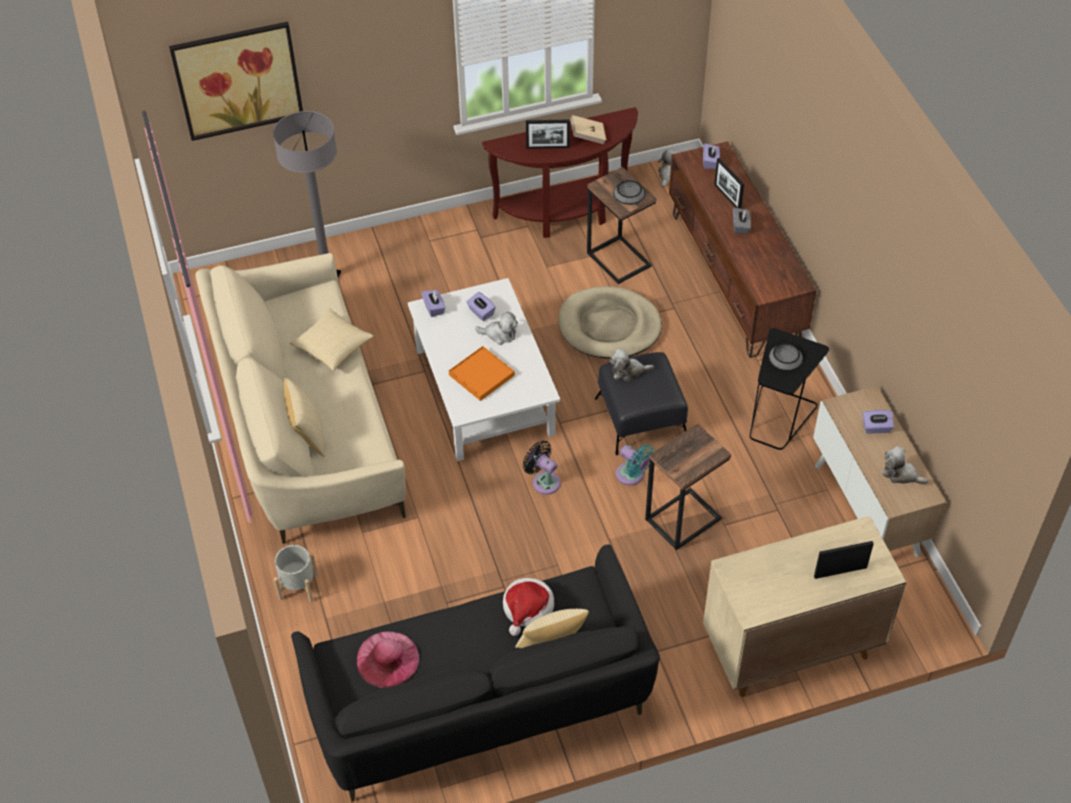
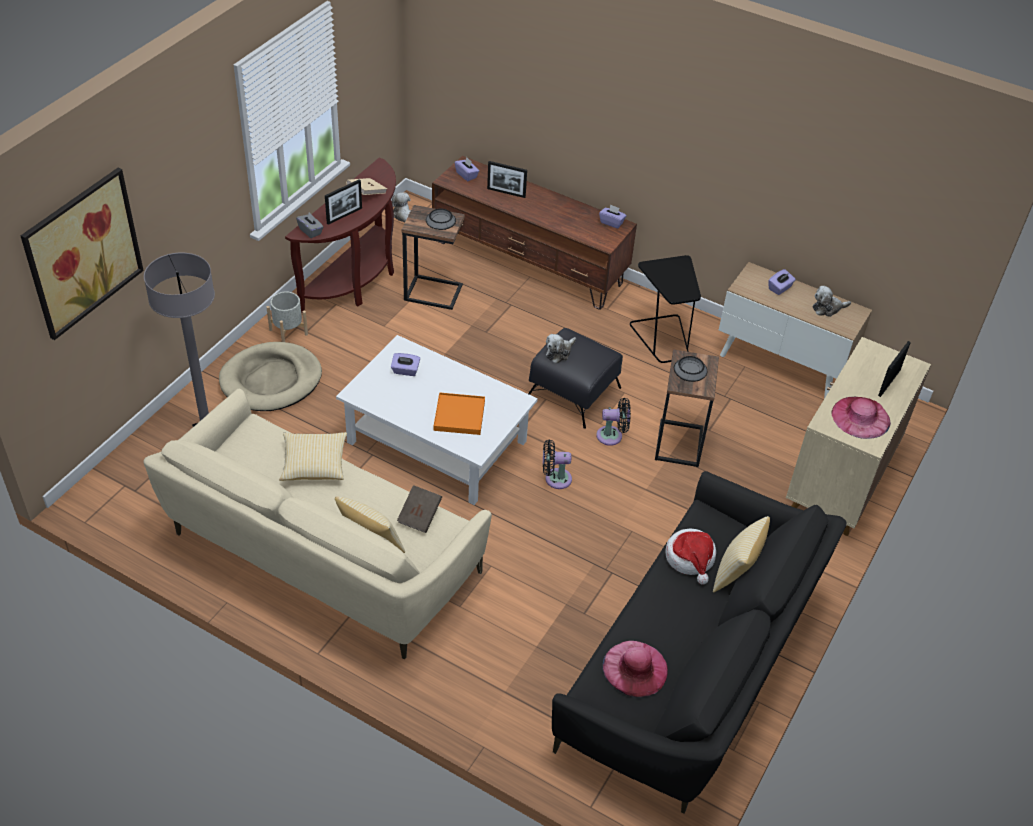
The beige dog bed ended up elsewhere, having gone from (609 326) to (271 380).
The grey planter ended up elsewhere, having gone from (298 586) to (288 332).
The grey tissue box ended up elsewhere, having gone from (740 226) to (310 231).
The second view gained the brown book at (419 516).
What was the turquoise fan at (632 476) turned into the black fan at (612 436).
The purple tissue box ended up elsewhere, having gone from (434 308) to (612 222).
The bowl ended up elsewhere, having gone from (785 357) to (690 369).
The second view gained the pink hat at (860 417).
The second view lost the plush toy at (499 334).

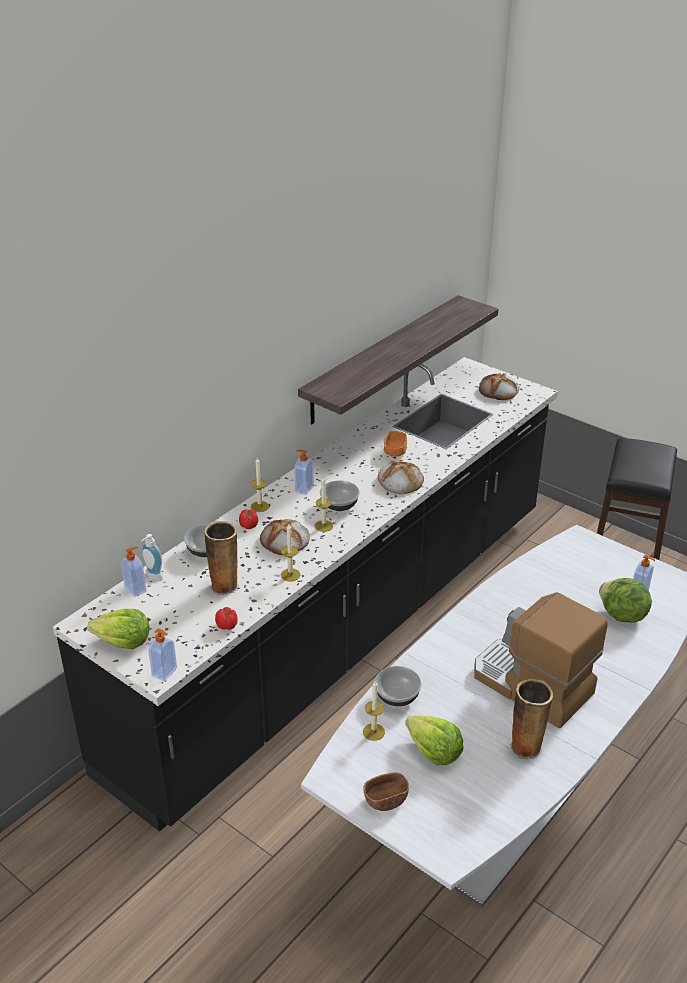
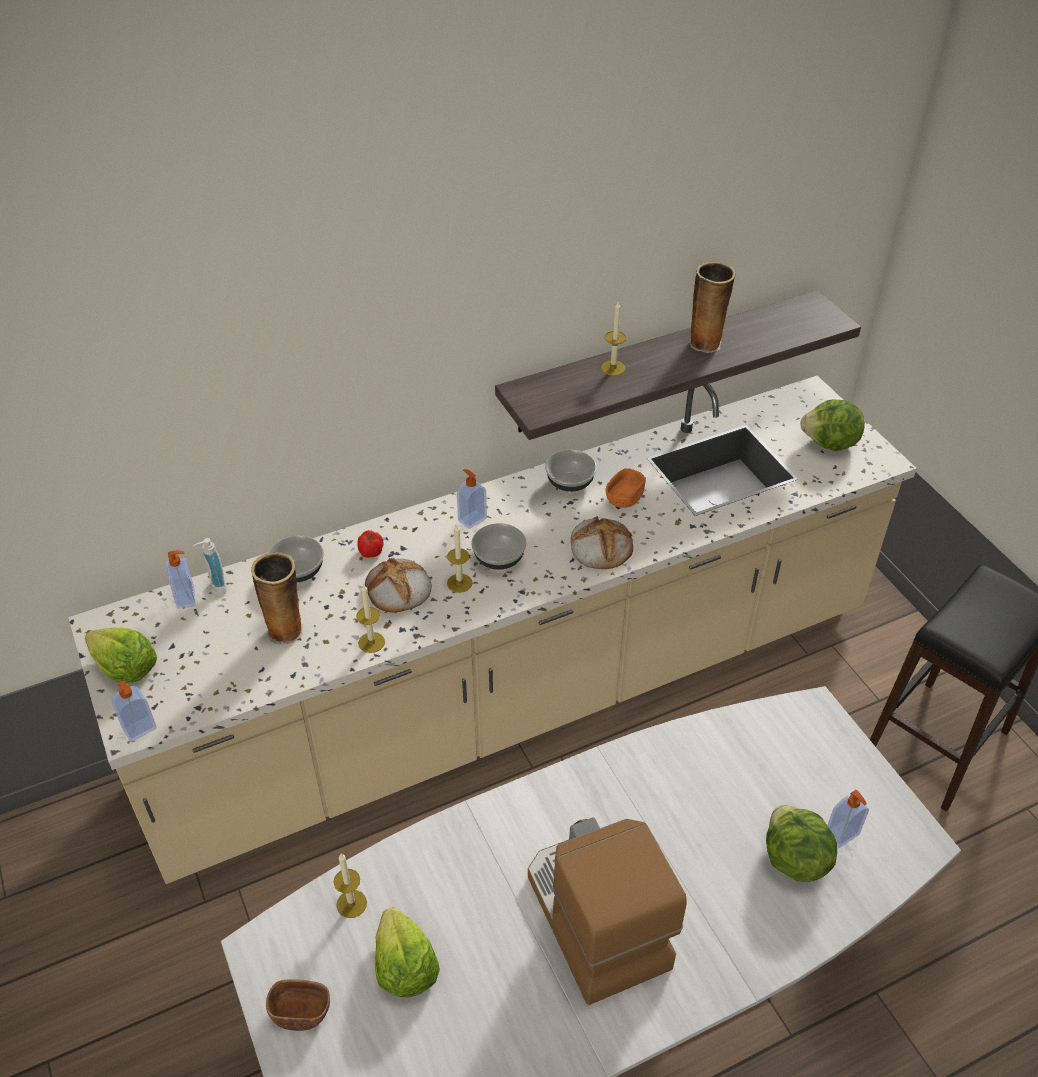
What was the black counter at (343 632) turned into the beige counter at (519 697).
The bowl ended up elsewhere, having gone from (397 696) to (570 482).
The candle ended up elsewhere, having gone from (260 506) to (613 368).
The vase ended up elsewhere, having gone from (526 746) to (706 343).
Where the bread stood at (499 391), the lettuce came to stand at (830 444).
The second view lost the tomato at (227 626).

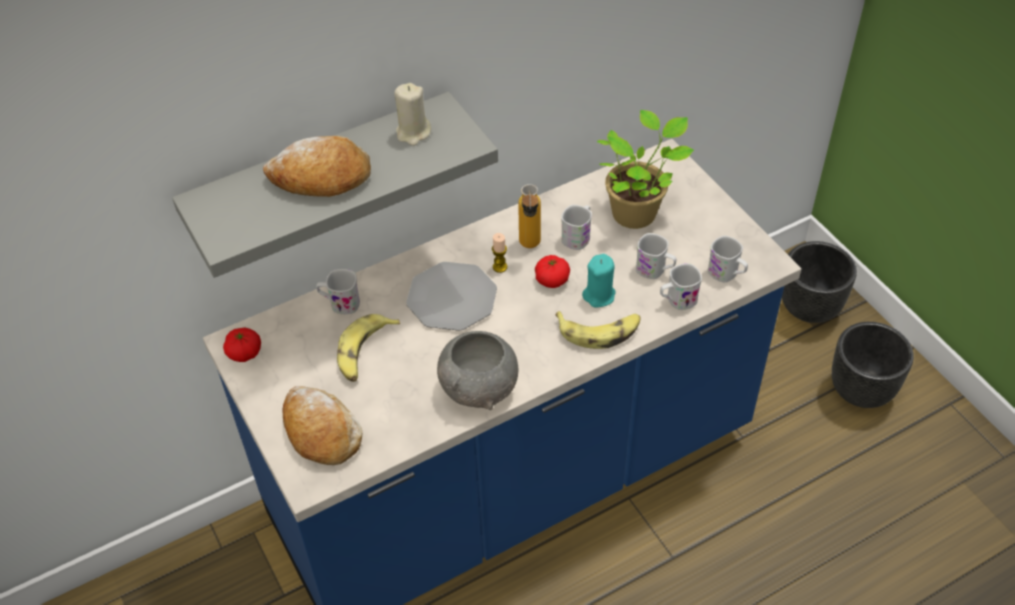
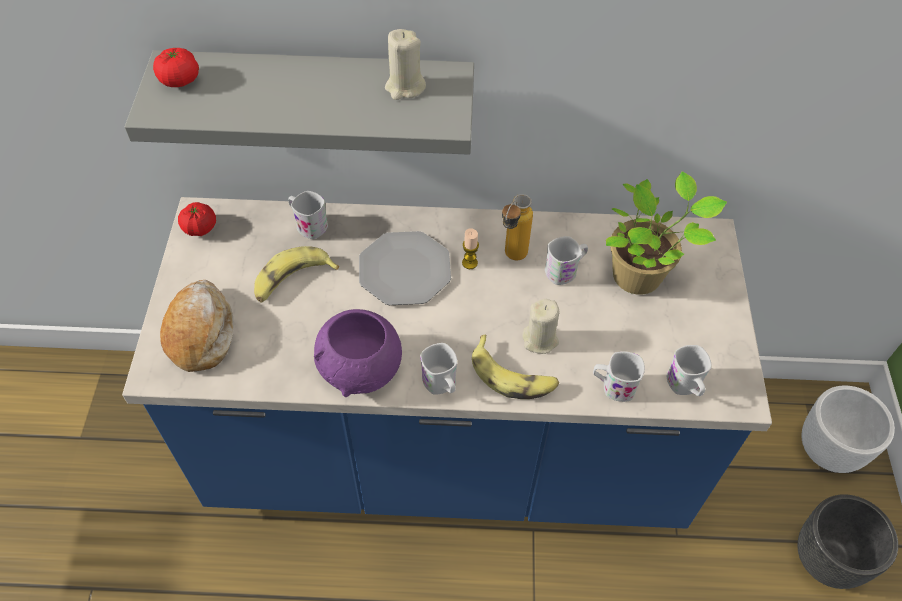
The tomato ended up elsewhere, having gone from (552 280) to (180 80).
What was the grey bowl at (479 387) turned into the purple bowl at (361 368).
The white mug ended up elsewhere, having gone from (655 270) to (441 385).
What was the turquoise candle at (599 295) turned into the beige candle at (540 339).
What was the black planter at (808 307) turned into the white planter at (828 448).
The second view lost the bread at (321 178).

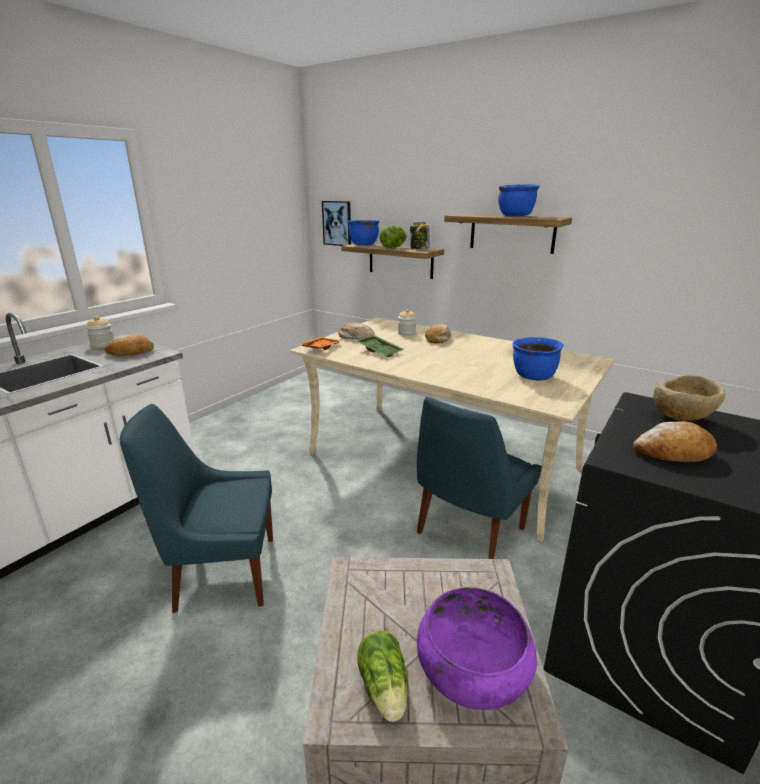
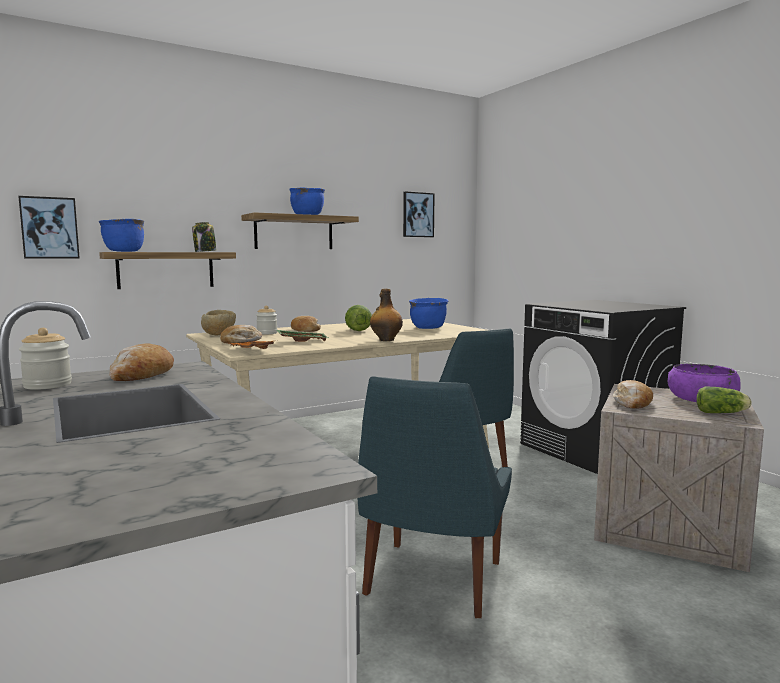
The beige bowl ended up elsewhere, having gone from (681 419) to (219 335).
The lettuce ended up elsewhere, having gone from (393 247) to (357 330).
The second view gained the bottle at (386 340).
The second view gained the picture at (418 215).
The bread ended up elsewhere, having gone from (673 452) to (632 403).

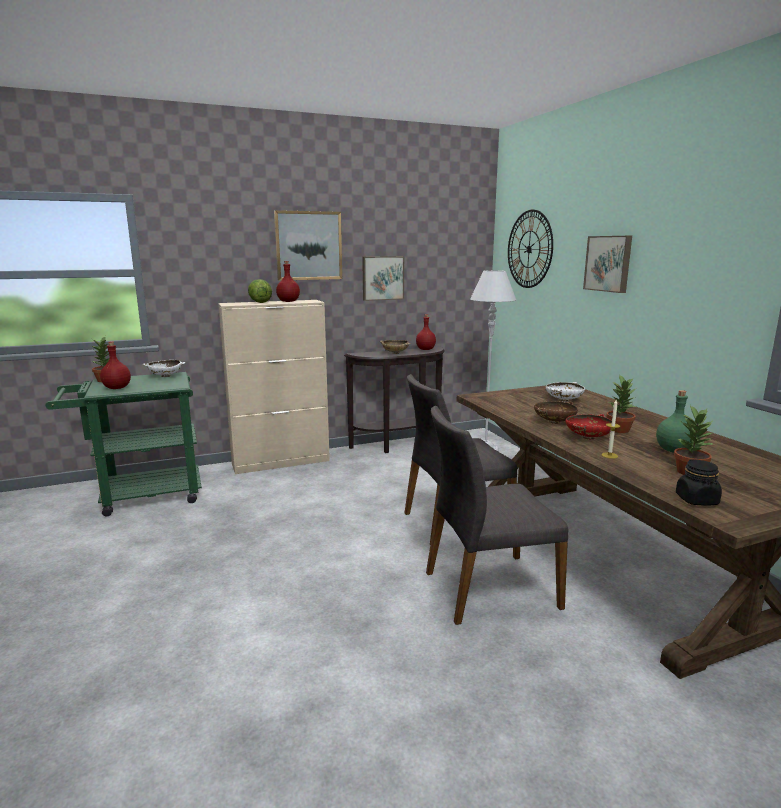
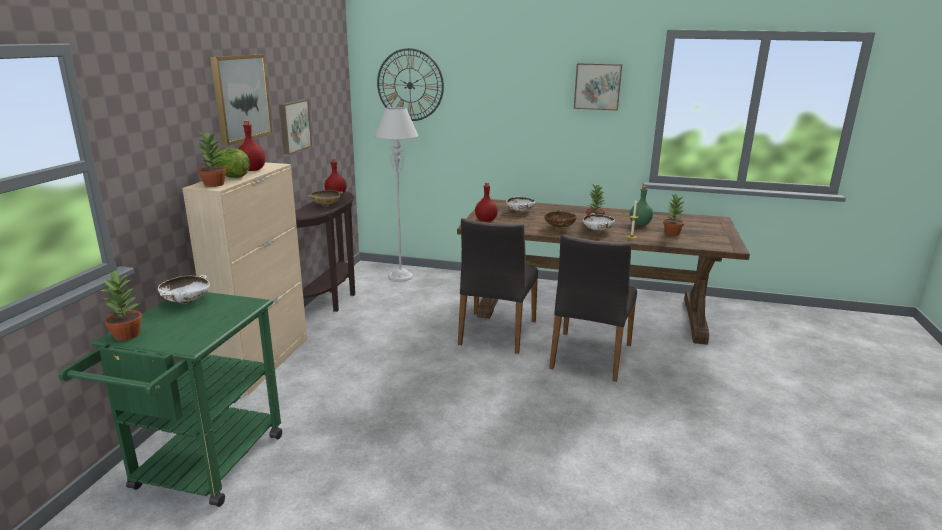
The second view gained the potted plant at (214 184).
The red bottle ended up elsewhere, having gone from (117 388) to (486 220).
The picture ended up elsewhere, having gone from (609 263) to (597 86).
What was the red bowl at (588 437) turned into the white bowl at (597 230).
The second view lost the black jar at (697 500).

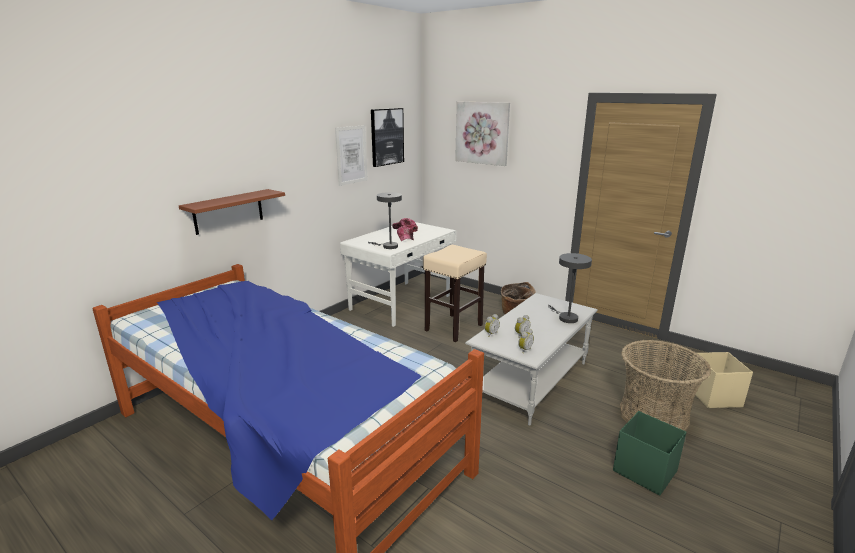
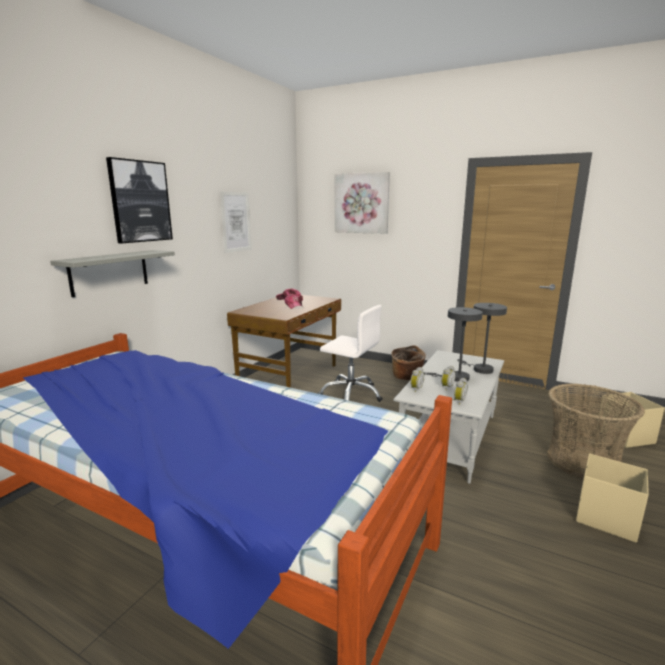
What was the brown shelf at (228 211) turned into the grey shelf at (109 272).
The picture ended up elsewhere, having gone from (386 136) to (140 201).
What was the white desk at (402 302) turned into the brown desk at (290 375).
Where the beige stool stood at (453 328), the white office chair came to stand at (351 394).
The grey table lamp ended up elsewhere, having gone from (388 246) to (455 378).
What was the green storage box at (644 470) turned into the beige storage box at (605 517).

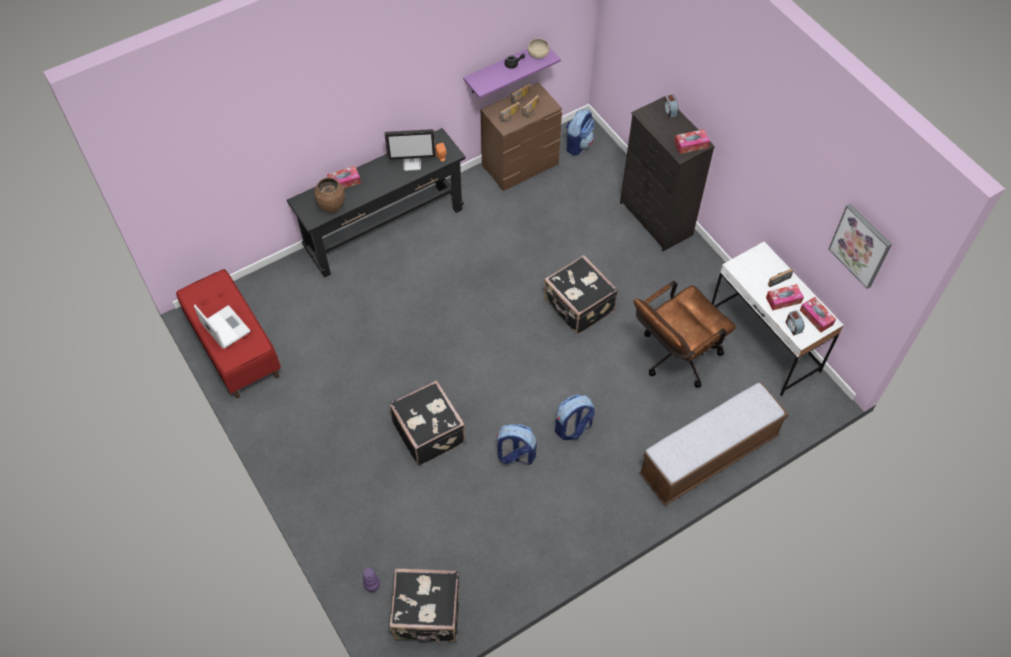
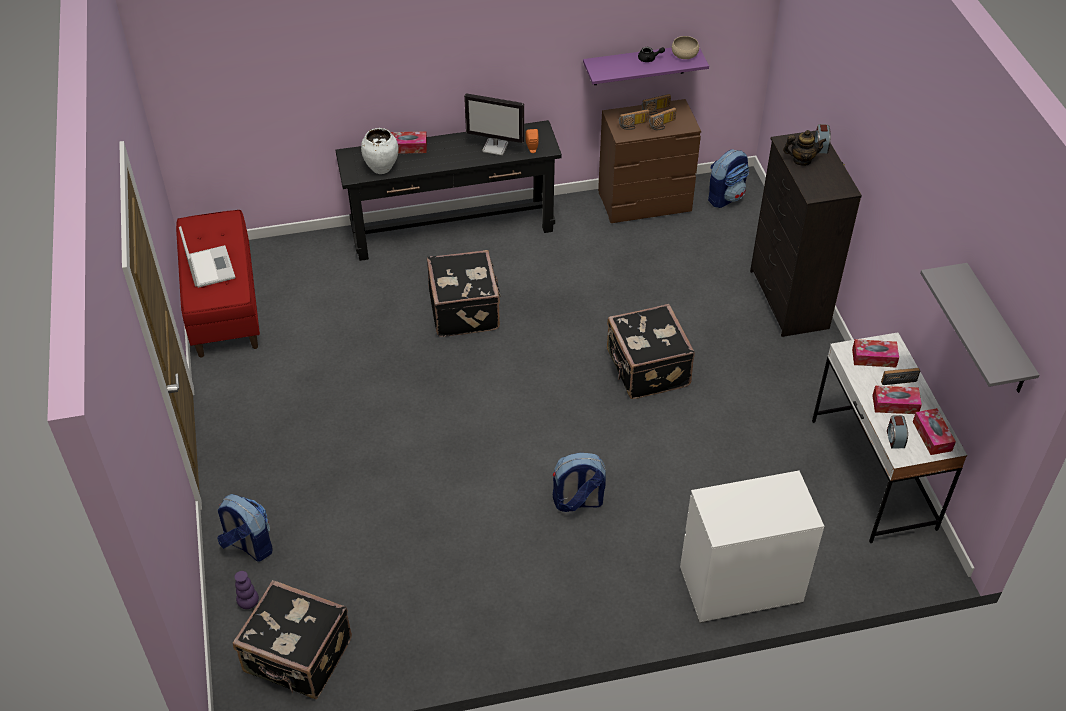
The backpack ended up elsewhere, having gone from (515 455) to (248 545).
What was the brown vase at (331 207) turned into the white vase at (381 168).
The black suitcase ended up elsewhere, having gone from (429 432) to (465 310).
Where the bench stood at (708 456), the white dresser came to stand at (739 586).
The second view gained the teapot at (801 160).
The tissue box ended up elsewhere, having gone from (691 145) to (874 358).
Where the picture hung at (860 245), the grey shelf came to hang at (996 331).
The second view lost the brown office chair at (674 357).

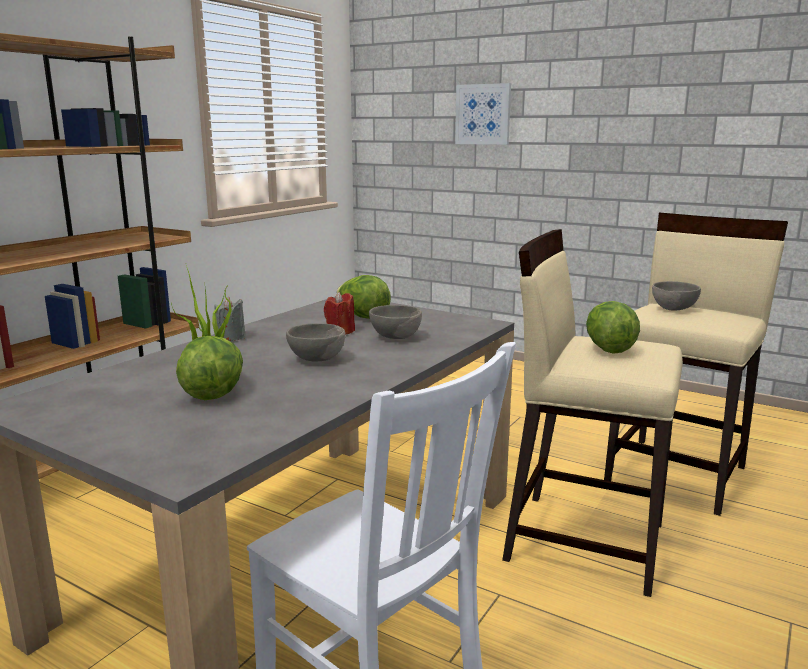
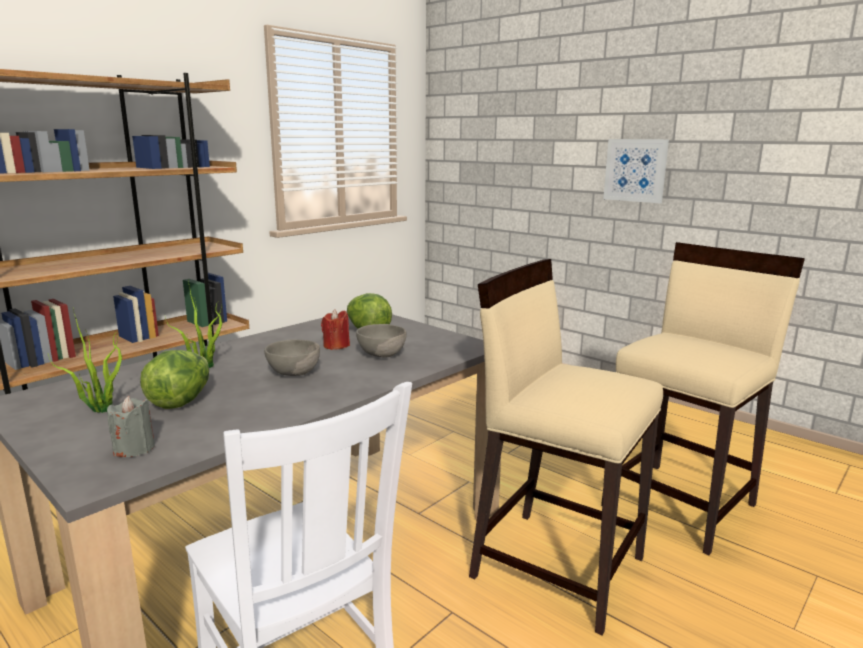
The second view gained the potted plant at (100 410).
The grey candle ended up elsewhere, having gone from (231 337) to (134 448).
The picture ended up elsewhere, having gone from (483 114) to (635 170).
The second view lost the lettuce at (608 348).
The second view lost the grey bowl at (672 309).

